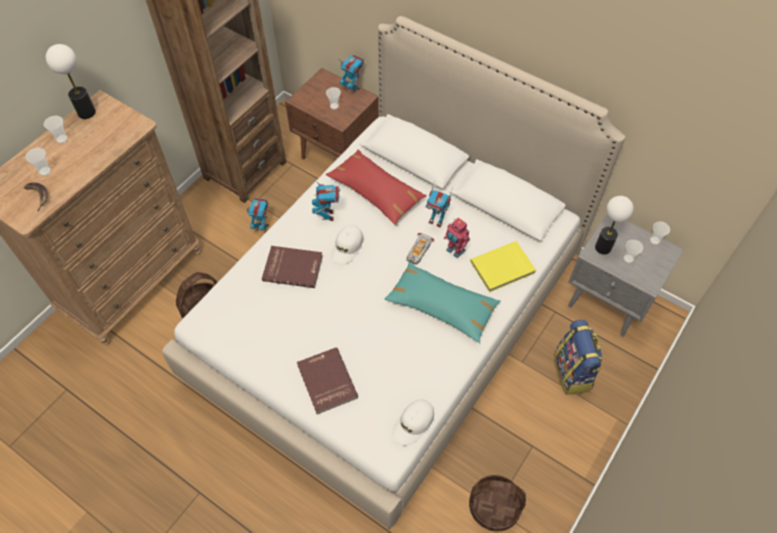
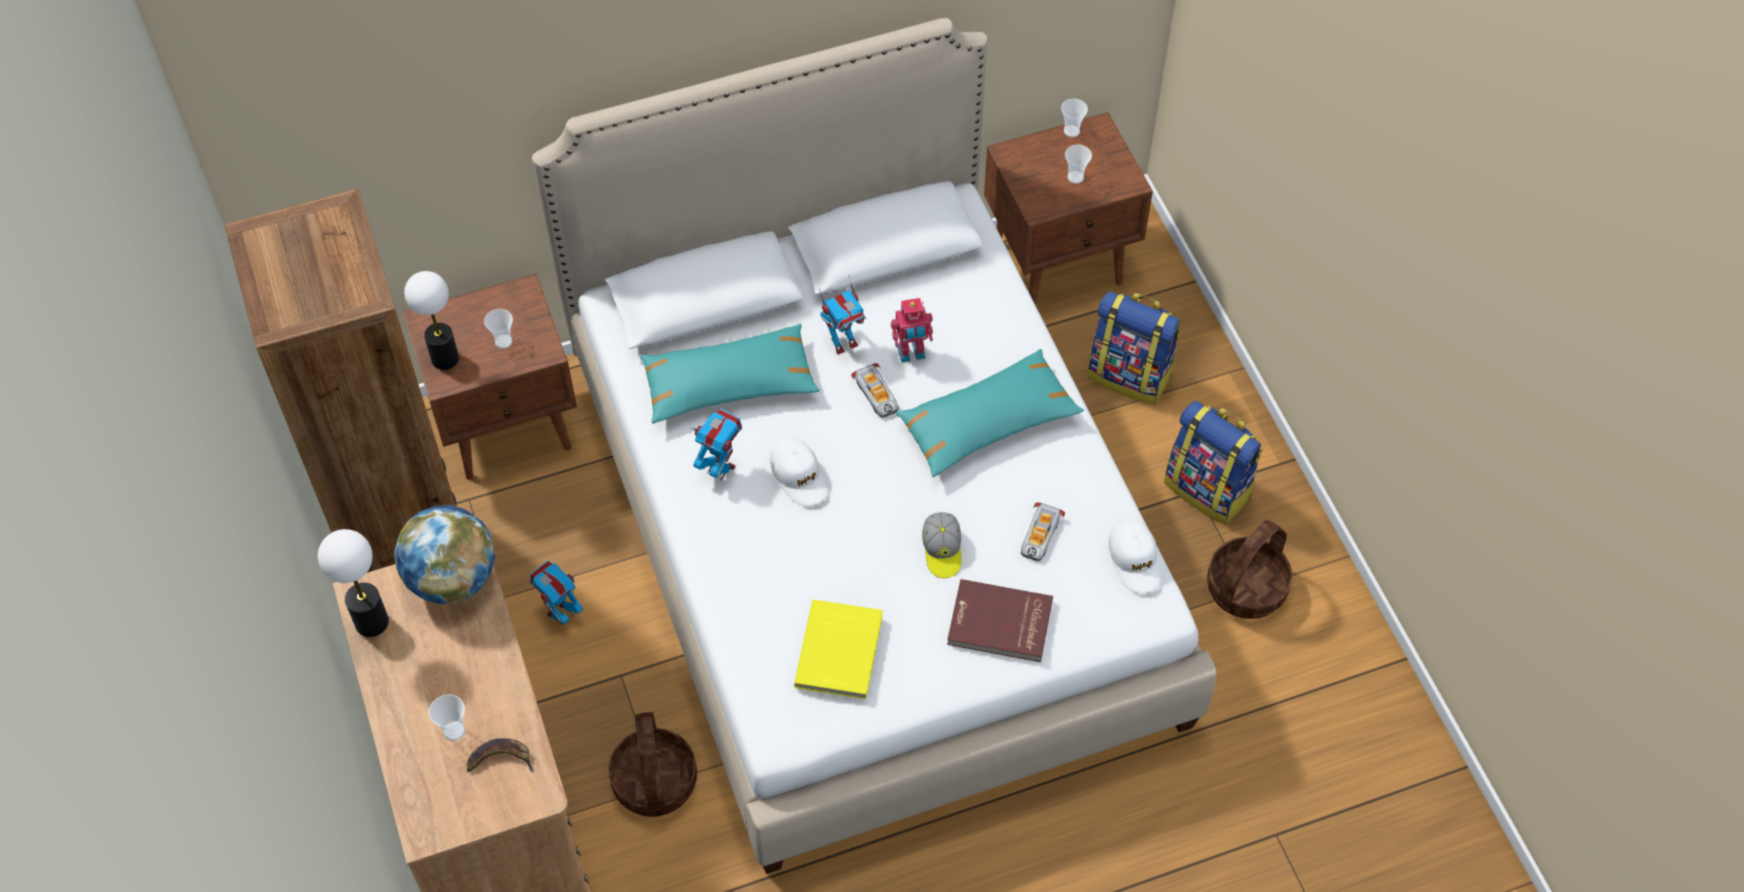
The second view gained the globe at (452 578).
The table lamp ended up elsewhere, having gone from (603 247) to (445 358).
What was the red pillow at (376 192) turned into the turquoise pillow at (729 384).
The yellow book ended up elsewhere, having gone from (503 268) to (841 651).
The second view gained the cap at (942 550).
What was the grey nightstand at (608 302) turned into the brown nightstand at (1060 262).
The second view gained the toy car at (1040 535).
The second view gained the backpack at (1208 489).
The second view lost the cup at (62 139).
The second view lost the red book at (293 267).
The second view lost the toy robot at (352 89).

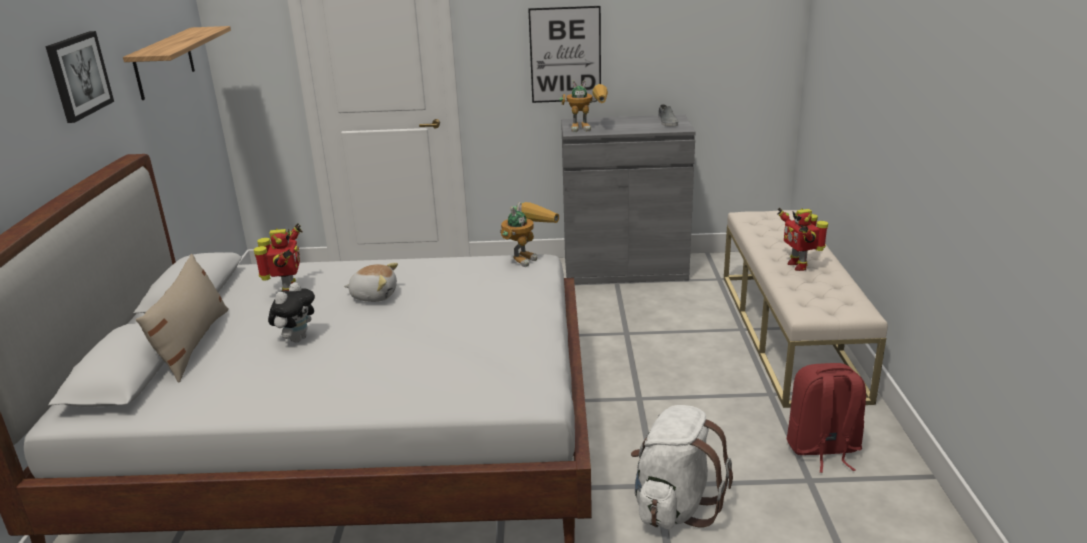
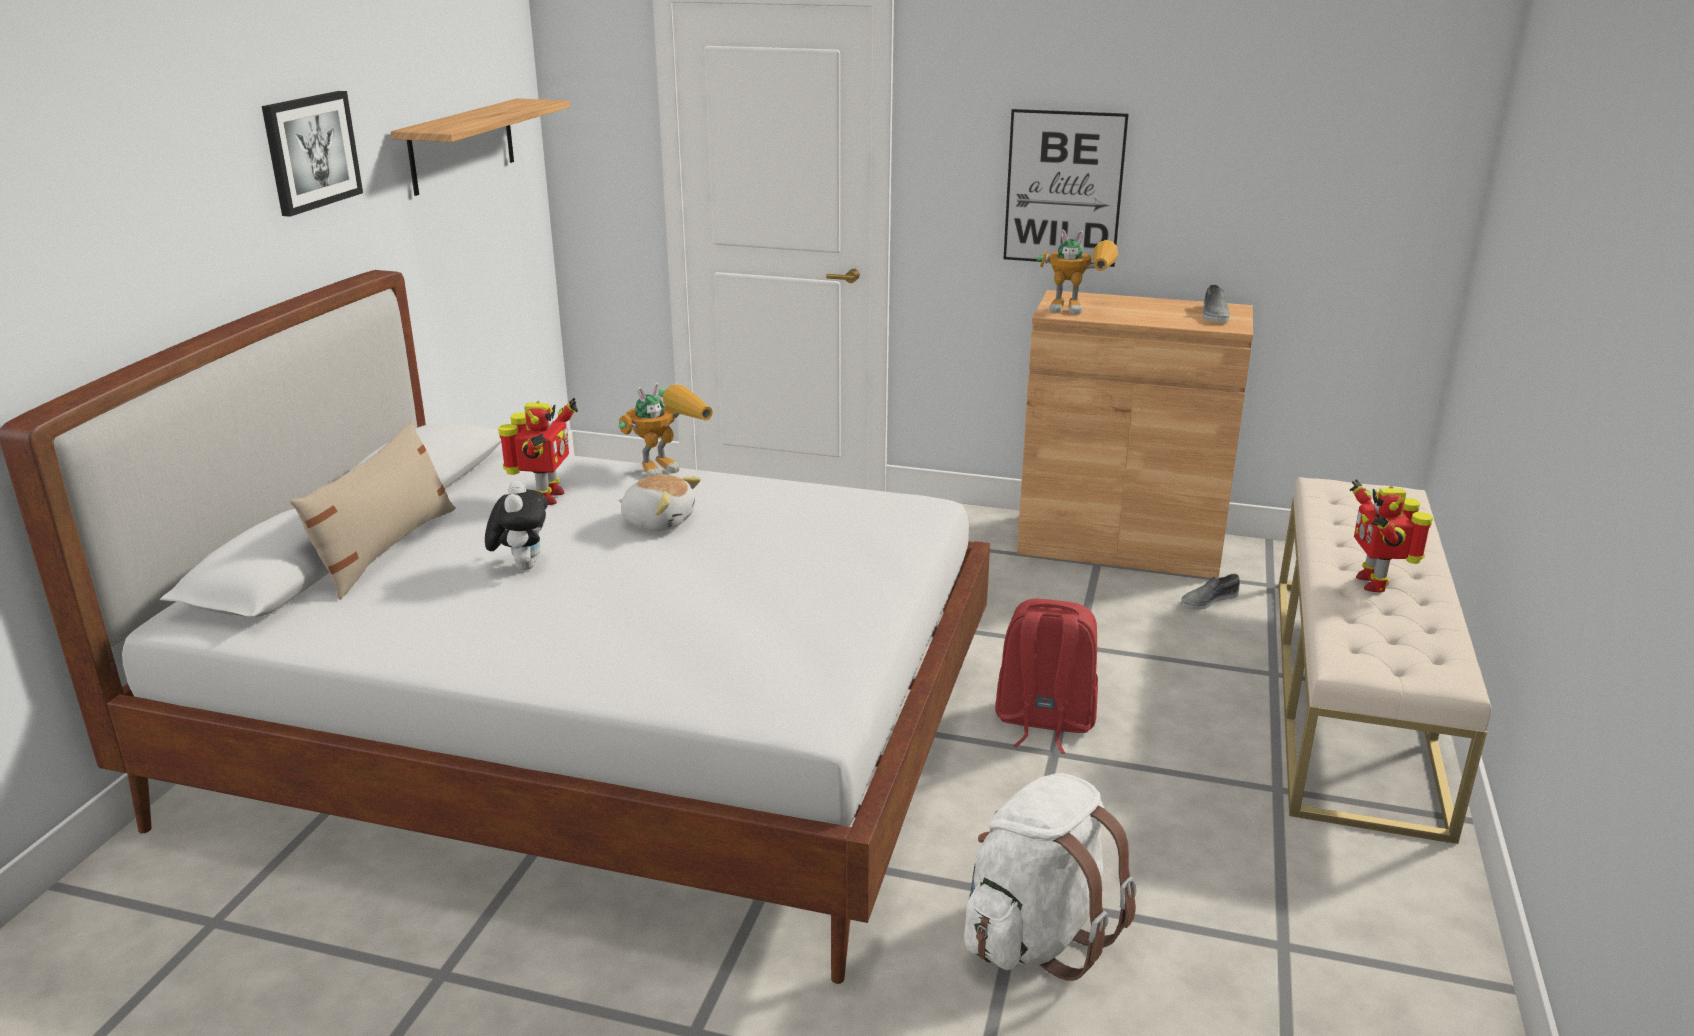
The plush toy at (297 338) ended up facing another way, 45 degrees counterclockwise from before.
The toy robot ended up elsewhere, having gone from (526 257) to (668 466).
The red backpack ended up elsewhere, having gone from (822 449) to (1043 722).
What was the grey cabinet at (625 269) turned into the brown cabinet at (1120 545).
The second view gained the grey shoe at (1208 600).

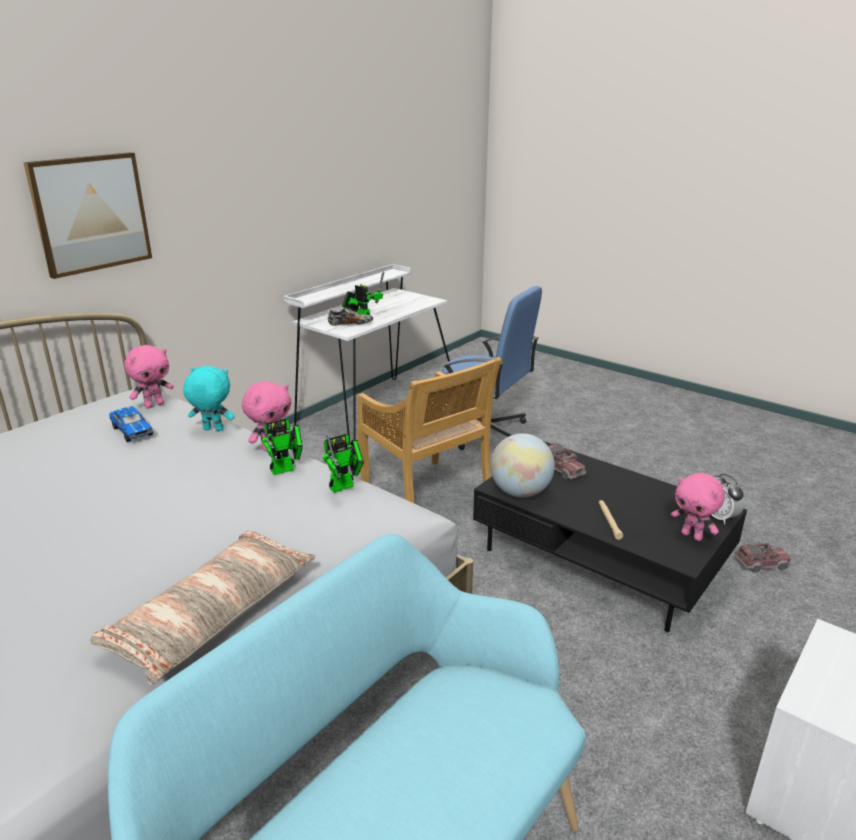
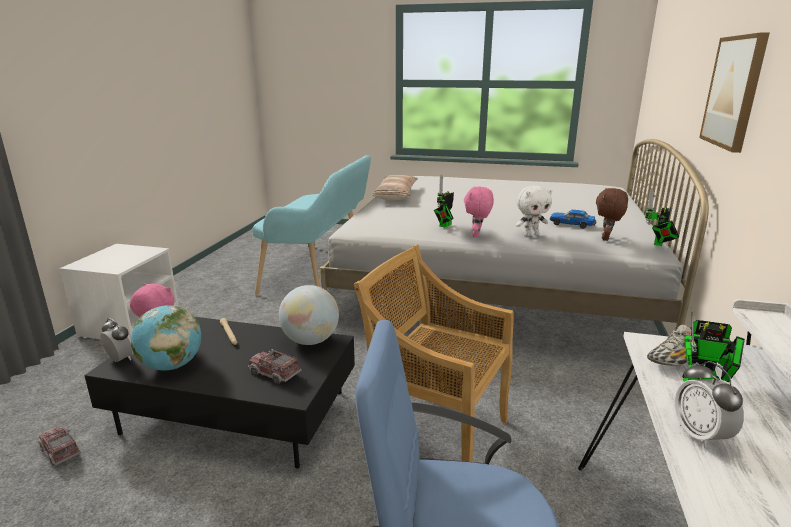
The toy truck at (761 564) ended up facing another way, 75 degrees clockwise from before.
The second view gained the globe at (172 366).
What was the turquoise plush toy at (212 430) turned into the white plush toy at (530 234).
What was the pink plush toy at (154 405) turned into the brown plush toy at (606 238).
The toy robot ended up elsewhere, having gone from (345 486) to (658 244).
The second view gained the alarm clock at (700 435).

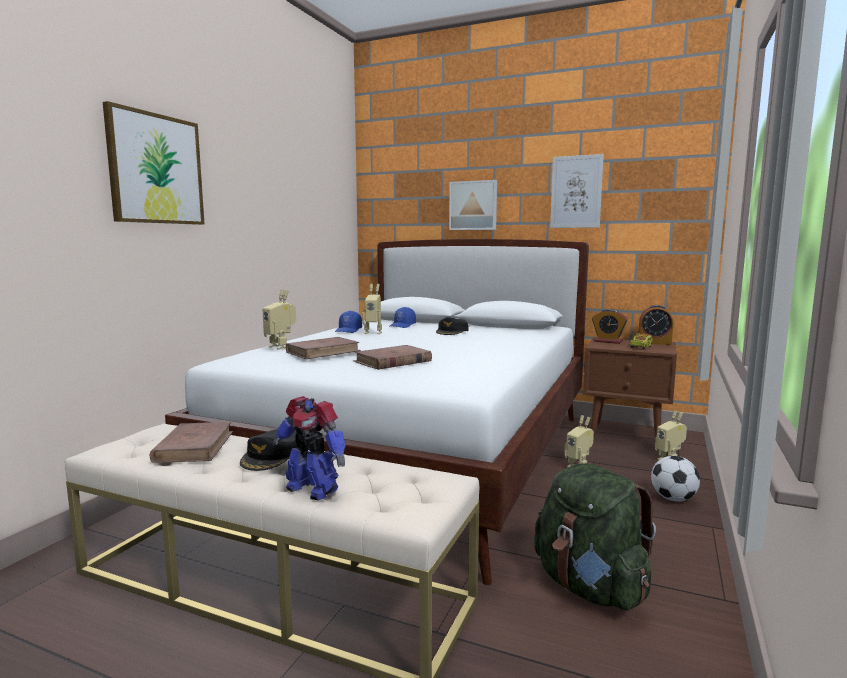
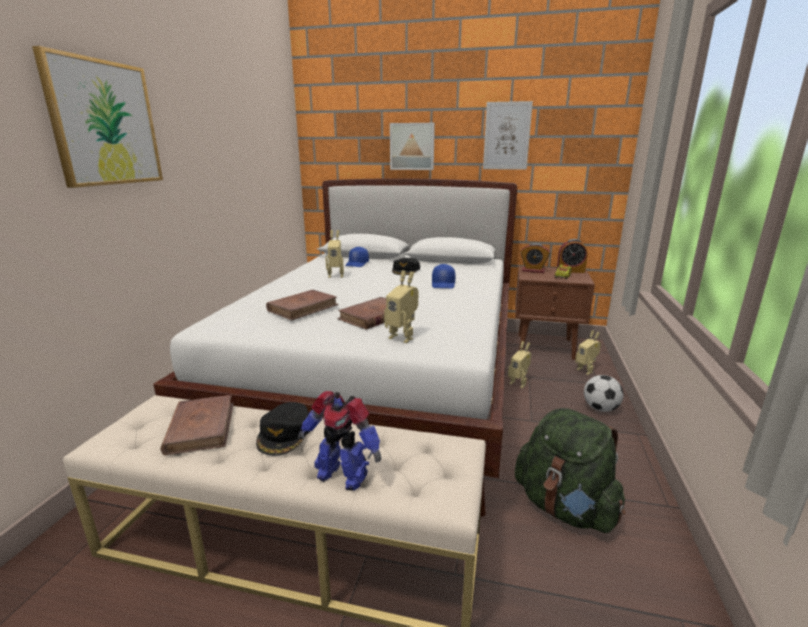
The toy robot ended up elsewhere, having gone from (281 347) to (403 337).
The blue cap ended up elsewhere, having gone from (348 330) to (443 284).

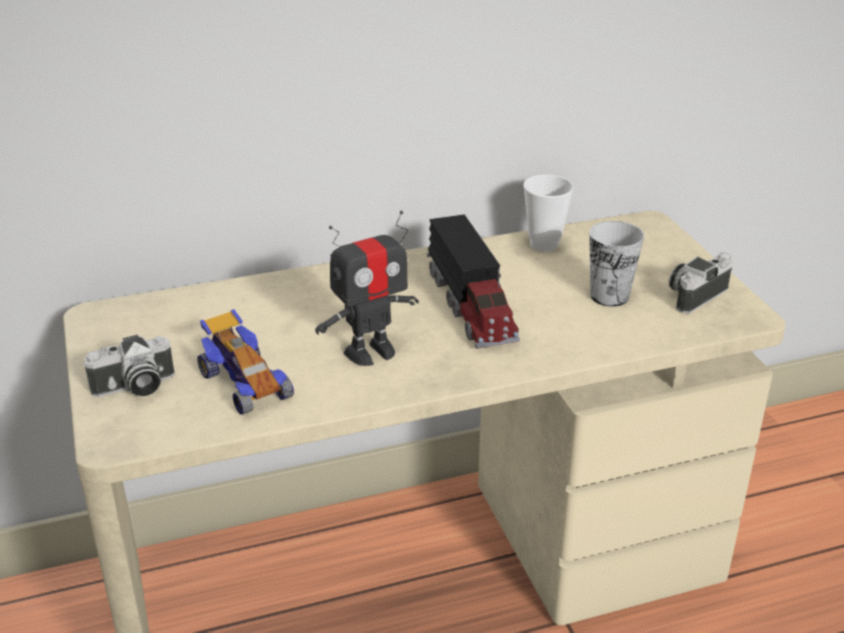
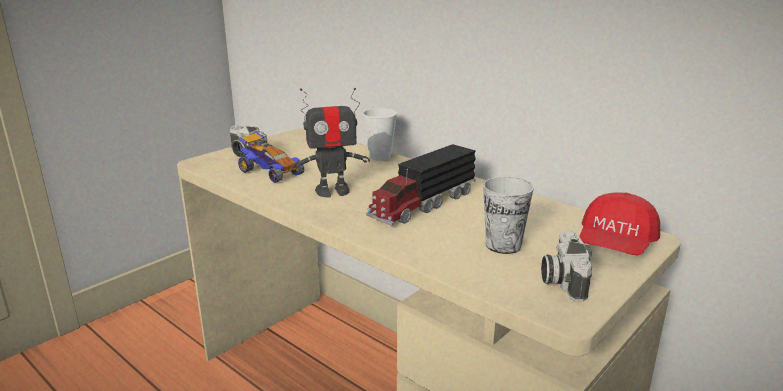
The toy car at (244 383) ended up facing another way, 75 degrees counterclockwise from before.
The toy robot at (370 352) ended up facing another way, 45 degrees counterclockwise from before.
The cup ended up elsewhere, having gone from (544 244) to (380 157).
The photo camera at (695 295) ended up facing another way, 105 degrees counterclockwise from before.
The second view gained the red cap at (615 245).

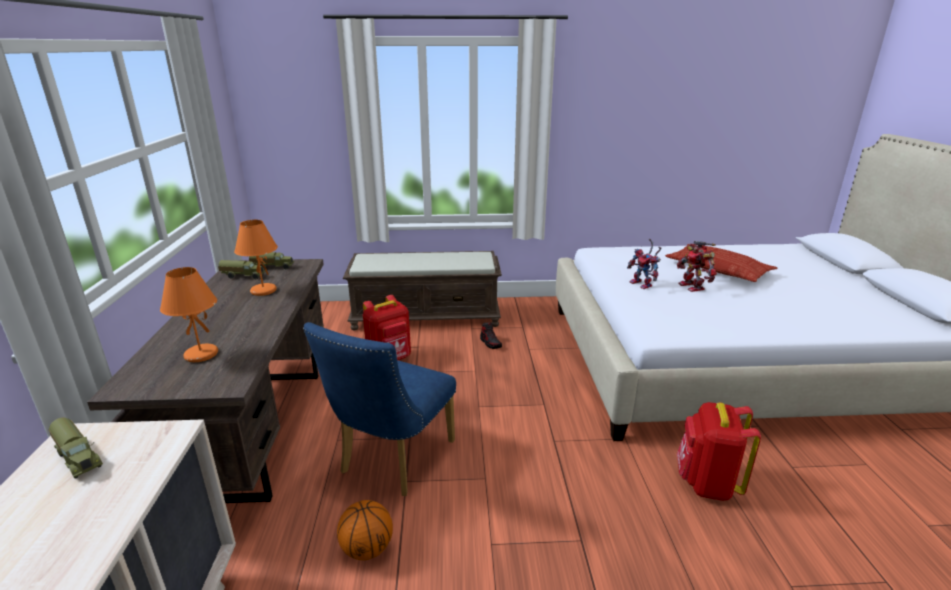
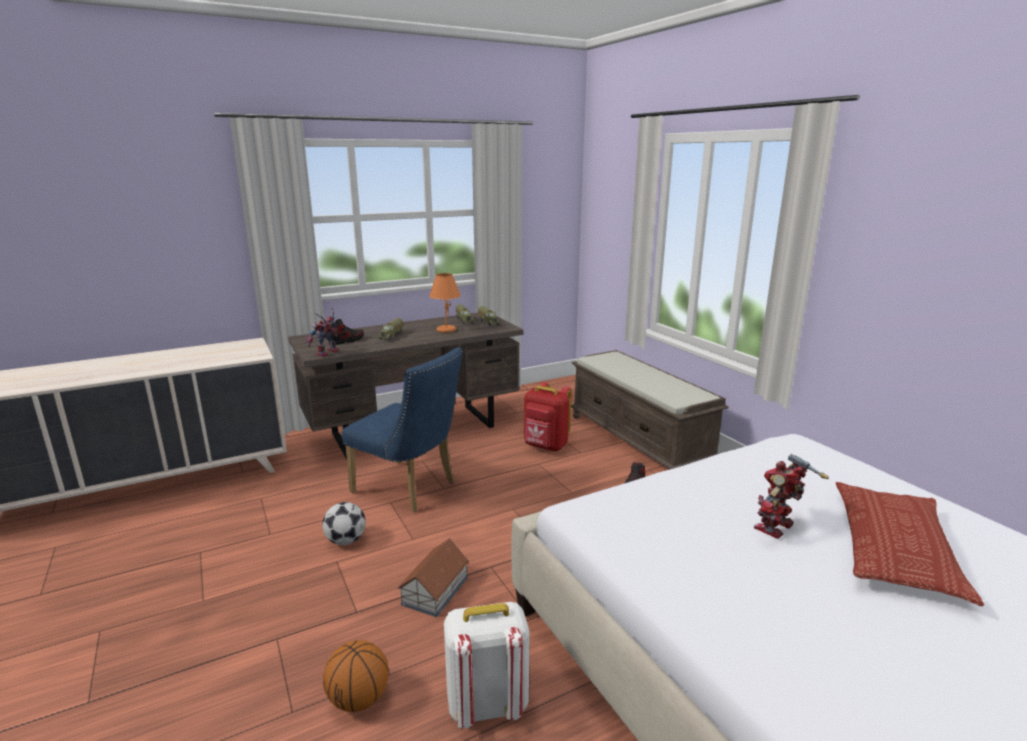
The toy robot ended up elsewhere, having gone from (643 285) to (327 354).
The second view gained the football at (346 540).
The basketball ended up elsewhere, having gone from (367 549) to (358 699).
Where the orange table lamp stood at (200 355), the shoe came to stand at (346 341).
The blue chair at (392 461) ended up facing another way, 150 degrees counterclockwise from before.
The toy truck ended up elsewhere, having gone from (79 458) to (392 336).
The second view gained the toy house at (434 591).
What was the red backpack at (706 483) turned into the white backpack at (486 704).

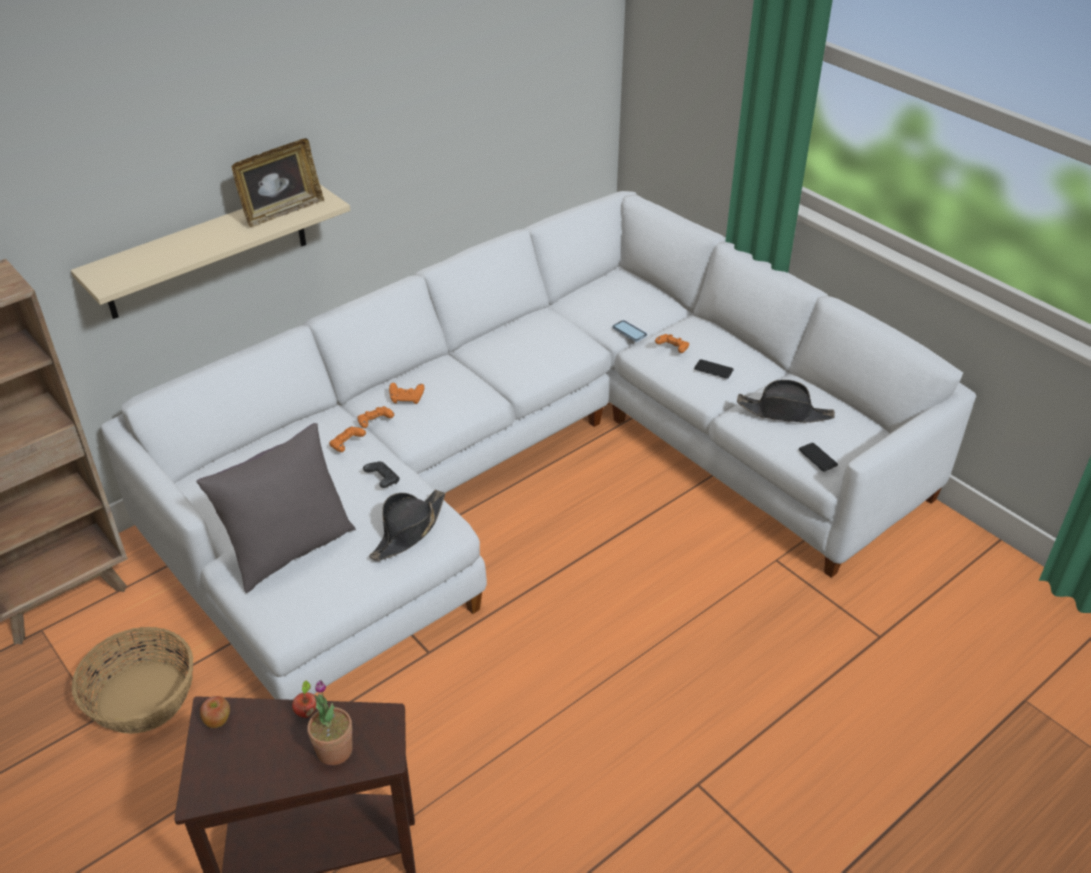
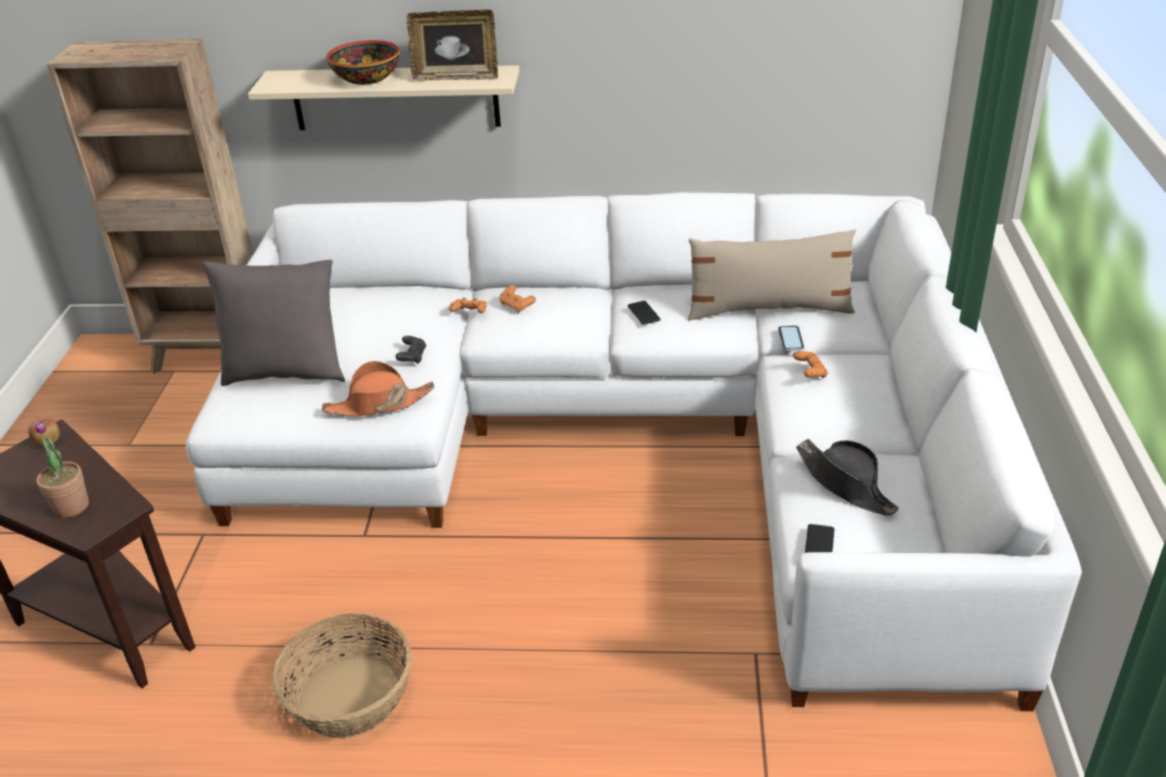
The basket ended up elsewhere, having gone from (141 698) to (349 696).
What was the black hat at (408 531) turned into the orange hat at (379 404).
The second view gained the bowl at (366 78).
The phone ended up elsewhere, having gone from (713 369) to (643 313).
The second view gained the beige pillow at (769 309).
The second view lost the apple at (306 712).
The second view lost the orange game controller at (347 445).

